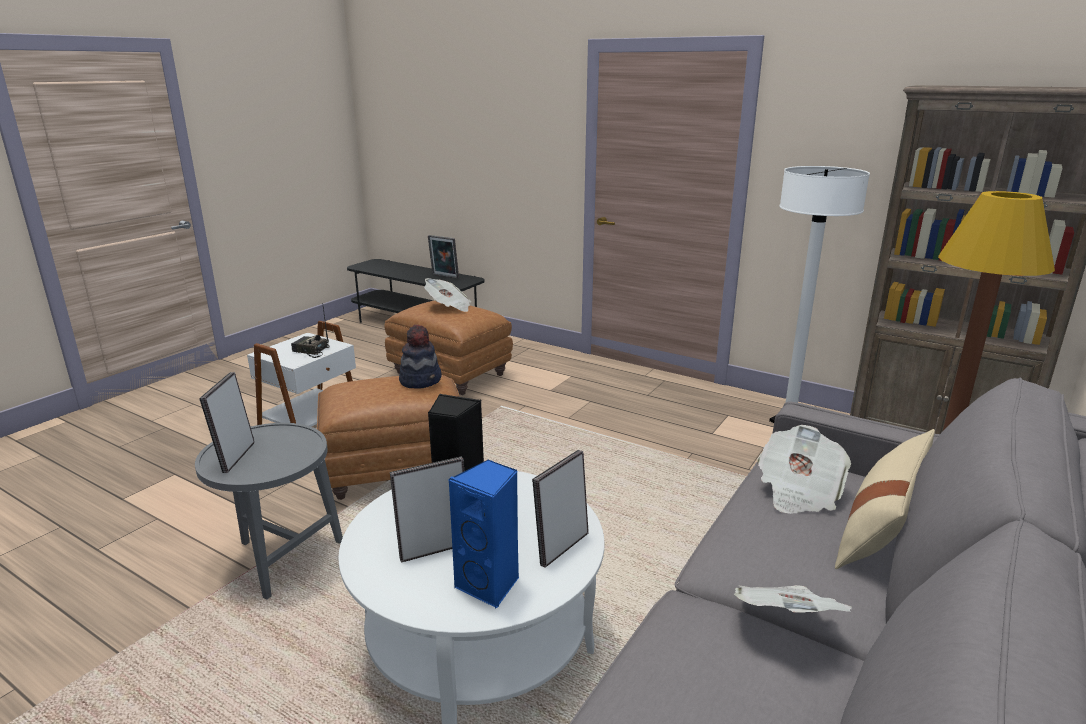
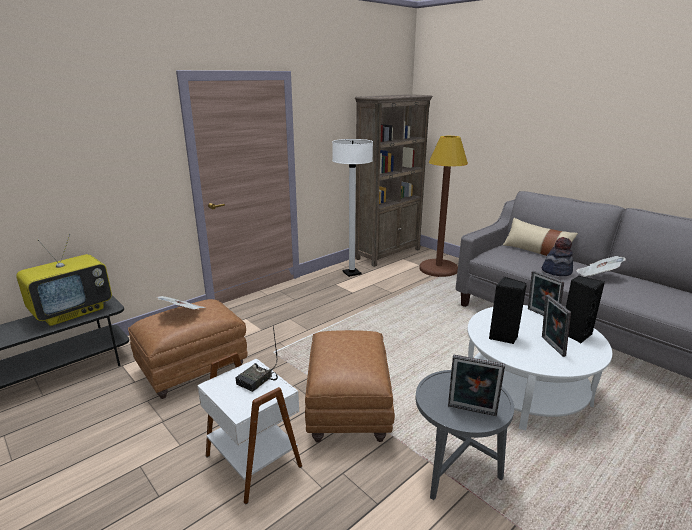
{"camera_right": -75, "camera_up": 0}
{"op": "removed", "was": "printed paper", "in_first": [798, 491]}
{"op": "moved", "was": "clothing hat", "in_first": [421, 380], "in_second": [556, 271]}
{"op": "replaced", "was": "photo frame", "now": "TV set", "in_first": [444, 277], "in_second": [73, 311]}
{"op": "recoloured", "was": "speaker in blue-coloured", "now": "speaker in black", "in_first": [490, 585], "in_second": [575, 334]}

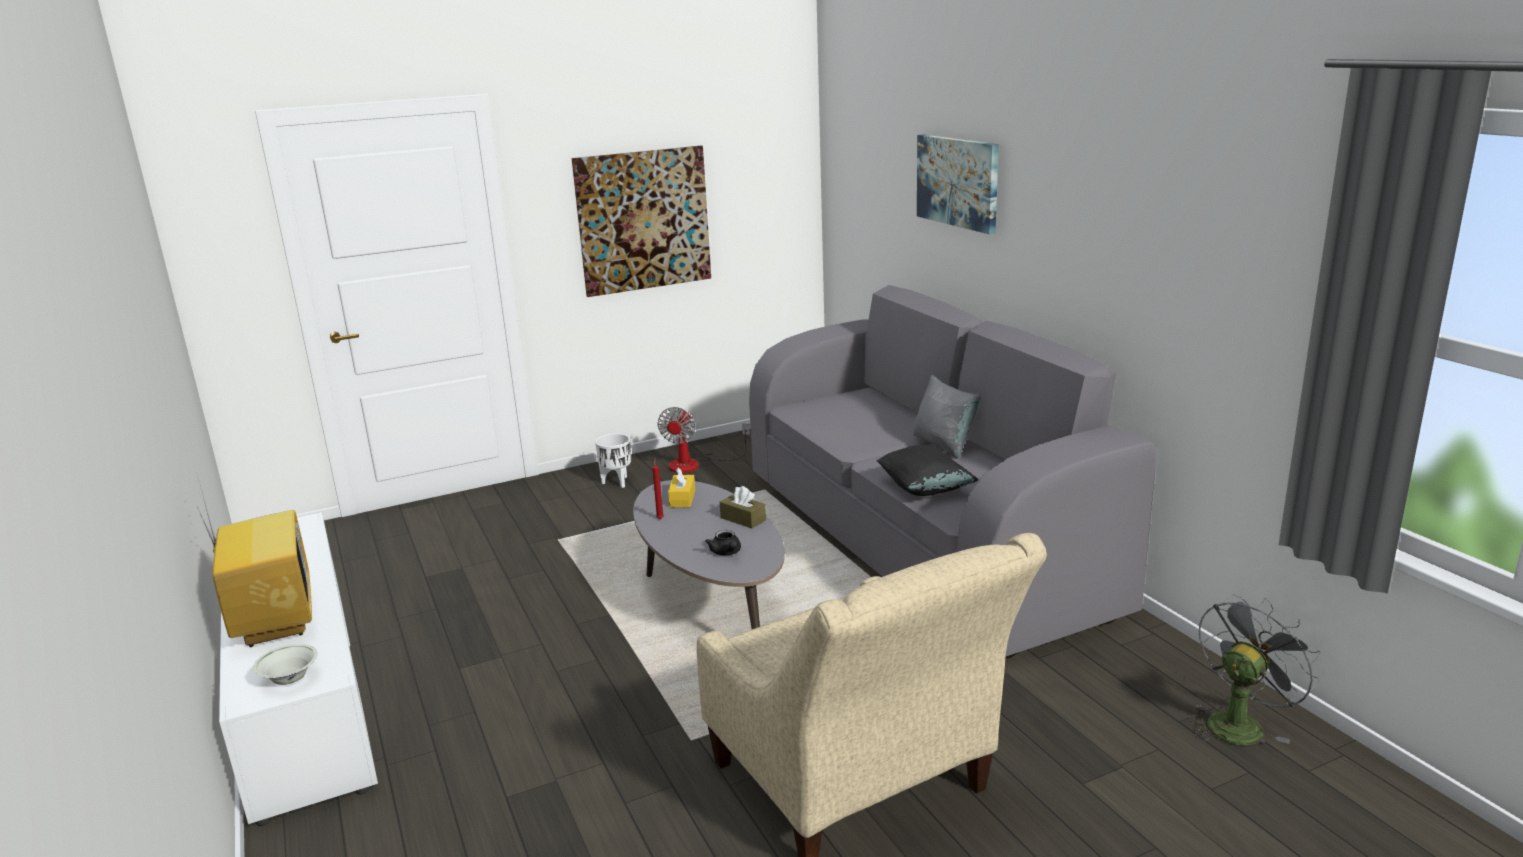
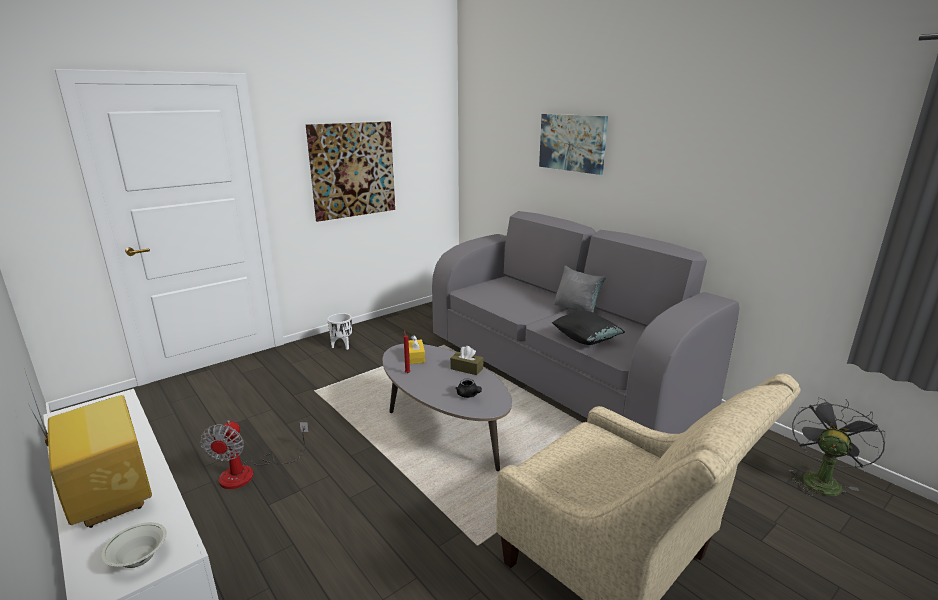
{"camera_right": -15, "camera_up": 0}
{"op": "moved", "was": "electric fan", "in_first": [695, 464], "in_second": [249, 472]}

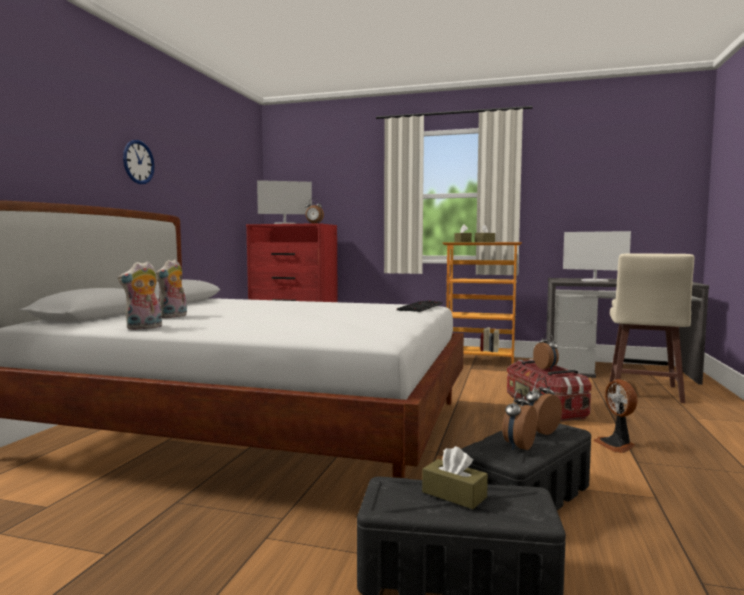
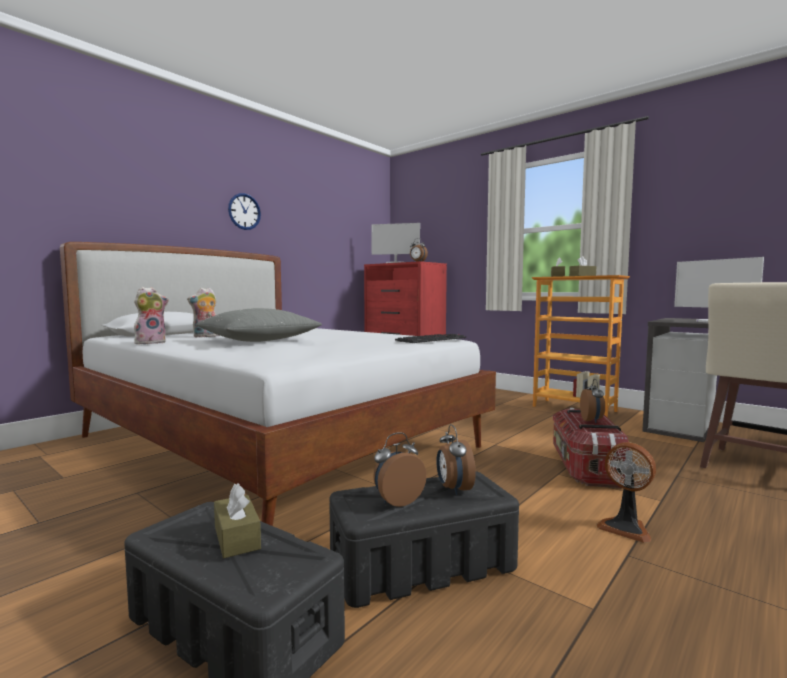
{"camera_right": 25, "camera_up": 0}
{"op": "added", "now": "cushion in greyish", "in_second": [258, 340]}
{"op": "turned", "was": "plush toy", "in_first": [144, 328], "in_second": [151, 343], "clockwise": 150}
{"op": "turned", "was": "bedside clock", "in_first": [540, 431], "in_second": [453, 489], "clockwise": -90}
{"op": "turned", "was": "electric fan", "in_first": [616, 445], "in_second": [626, 528], "clockwise": -60}

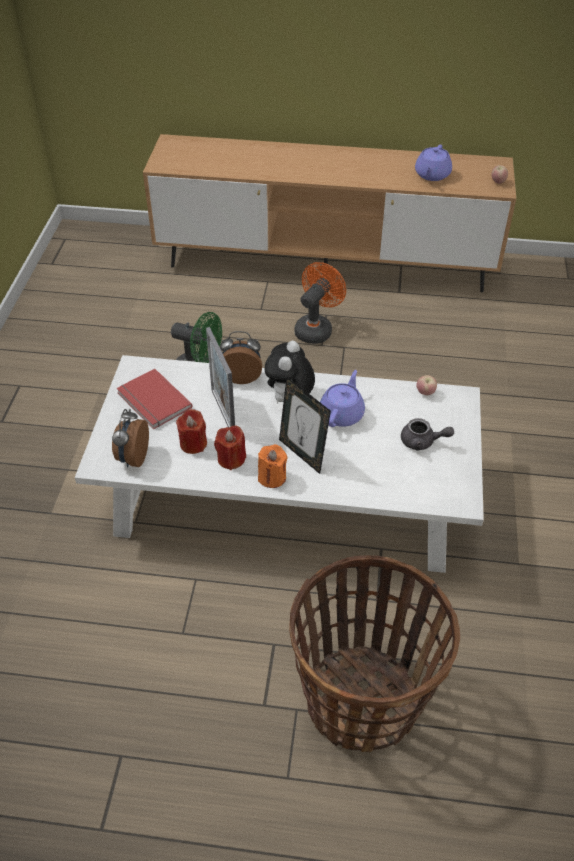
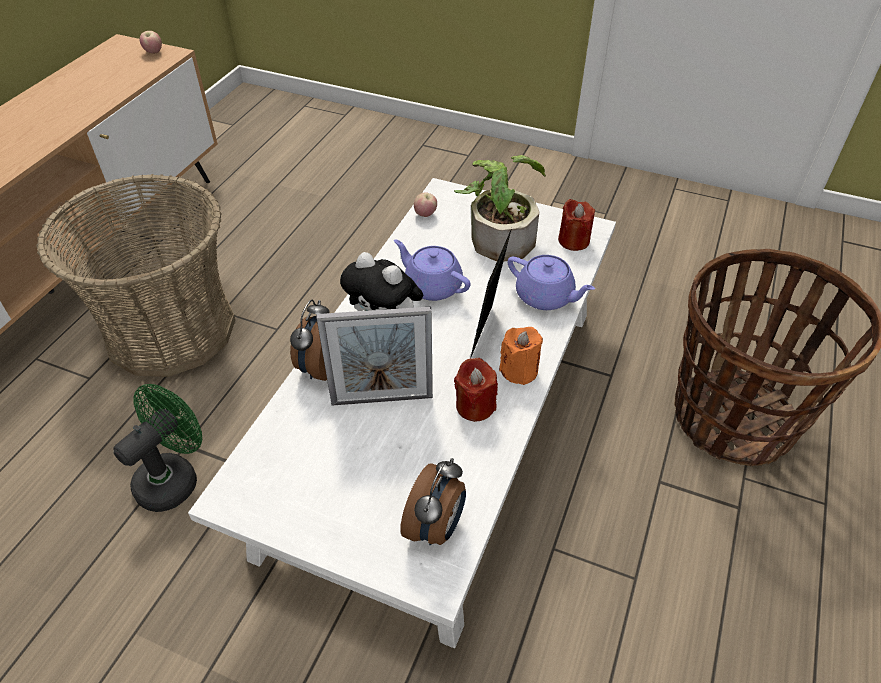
{"camera_right": -75, "camera_up": 0}
{"op": "removed", "was": "bound book in red-coloured", "in_first": [152, 402]}
{"op": "moved", "was": "wax light in red-coloured", "in_first": [193, 444], "in_second": [573, 240]}
{"op": "moved", "was": "teapot in purplish", "in_first": [432, 175], "in_second": [545, 297]}
{"op": "replaced", "was": "electric fan in orange", "now": "household basket", "in_first": [316, 328], "in_second": [170, 329]}
{"op": "replaced", "was": "teapot in greyish", "now": "potted plant", "in_first": [422, 442], "in_second": [499, 235]}
{"op": "turned", "was": "bedside clock", "in_first": [132, 458], "in_second": [436, 527], "clockwise": -90}
{"op": "turned", "was": "photo frame", "in_first": [303, 454], "in_second": [487, 334], "clockwise": 135}

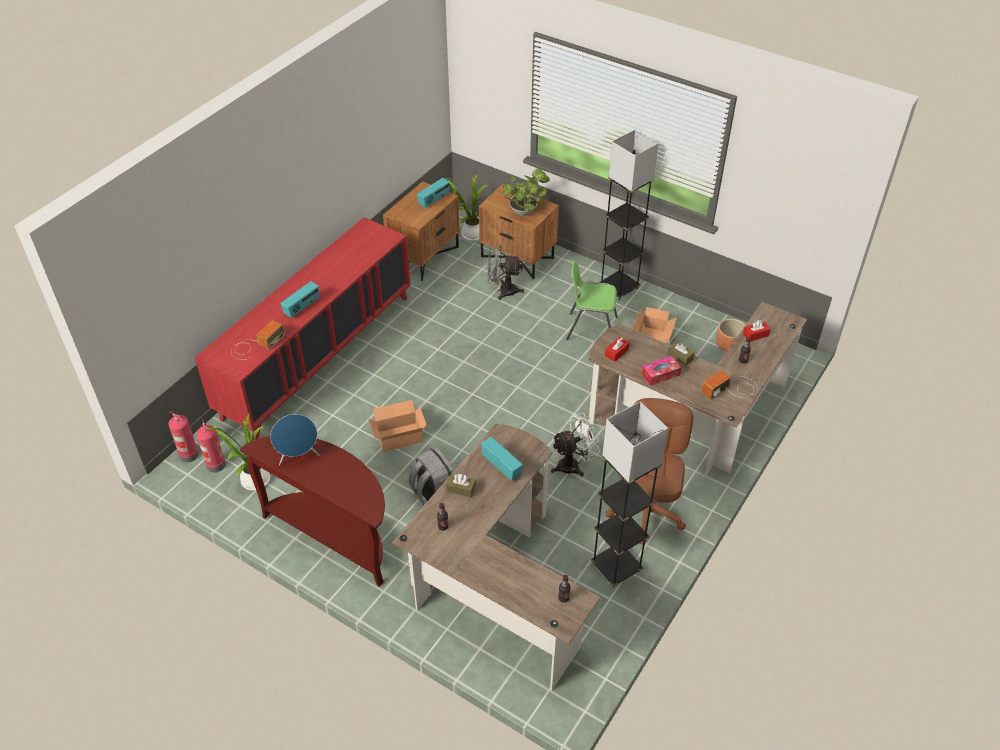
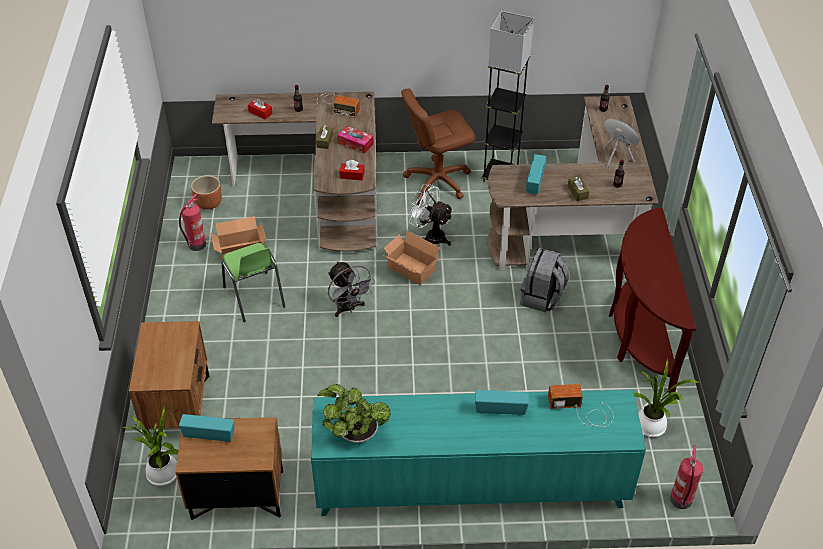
{"camera_right": -125, "camera_up": 0}
{"op": "removed", "was": "standard lamp in greyish", "in_first": [619, 288]}
{"op": "moved", "was": "extinguisher", "in_first": [215, 464], "in_second": [196, 245]}
{"op": "moved", "was": "speaker in blue-coloured", "in_first": [298, 457], "in_second": [616, 157]}
{"op": "moved", "was": "carton", "in_first": [398, 436], "in_second": [411, 270]}
{"op": "moved", "was": "electric fan in greyish", "in_first": [502, 291], "in_second": [348, 308]}
{"op": "moved", "was": "potted plant", "in_first": [524, 210], "in_second": [355, 433]}
{"op": "recoloured", "was": "cupboard in red-coloured", "now": "cupboard in turquoise-coloured", "in_first": [317, 356], "in_second": [471, 487]}

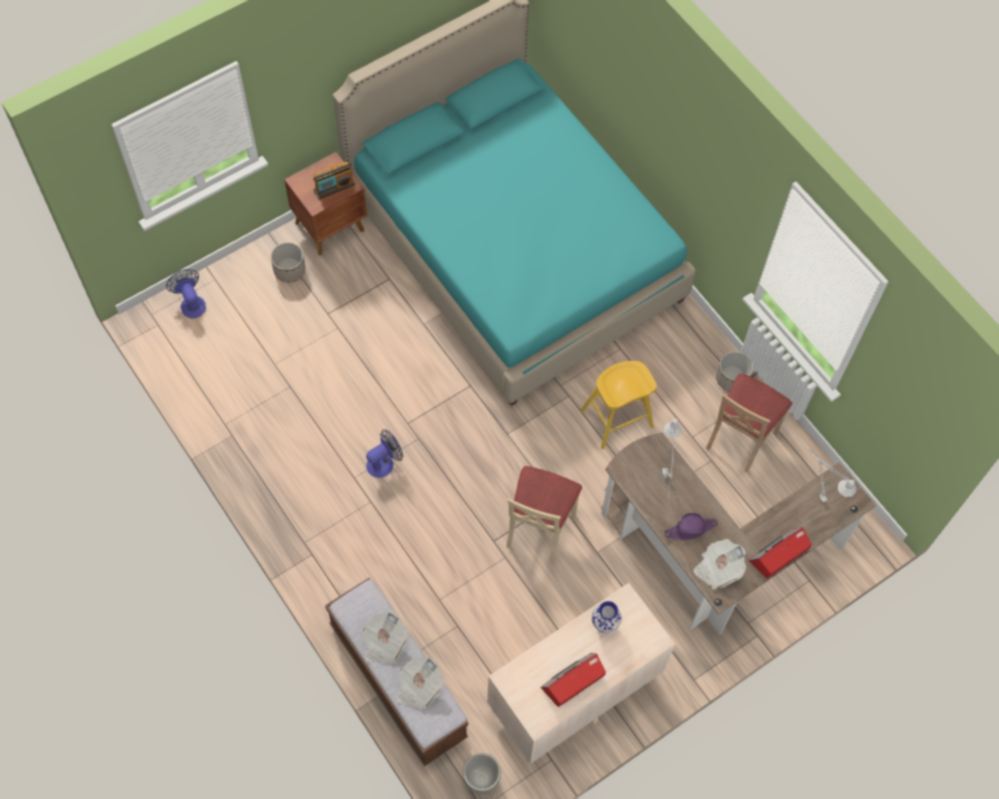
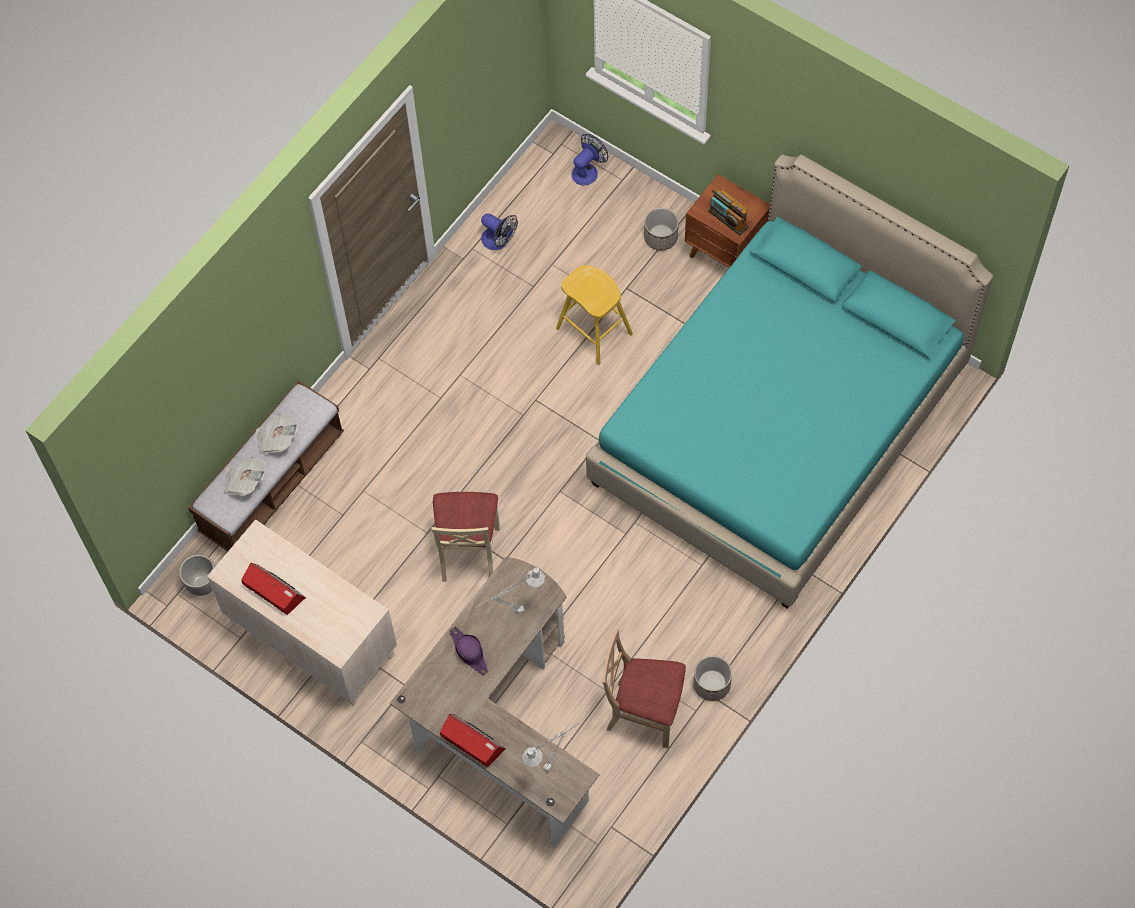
{"camera_right": 75, "camera_up": 0}
{"op": "removed", "was": "flower vase", "in_first": [604, 625]}
{"op": "removed", "was": "printed paper", "in_first": [717, 568]}
{"op": "moved", "was": "electric fan", "in_first": [384, 462], "in_second": [498, 241]}
{"op": "moved", "was": "stool seat in yellow", "in_first": [616, 419], "in_second": [594, 331]}
{"op": "turned", "was": "chair in beige", "in_first": [539, 528], "in_second": [468, 553], "clockwise": -90}

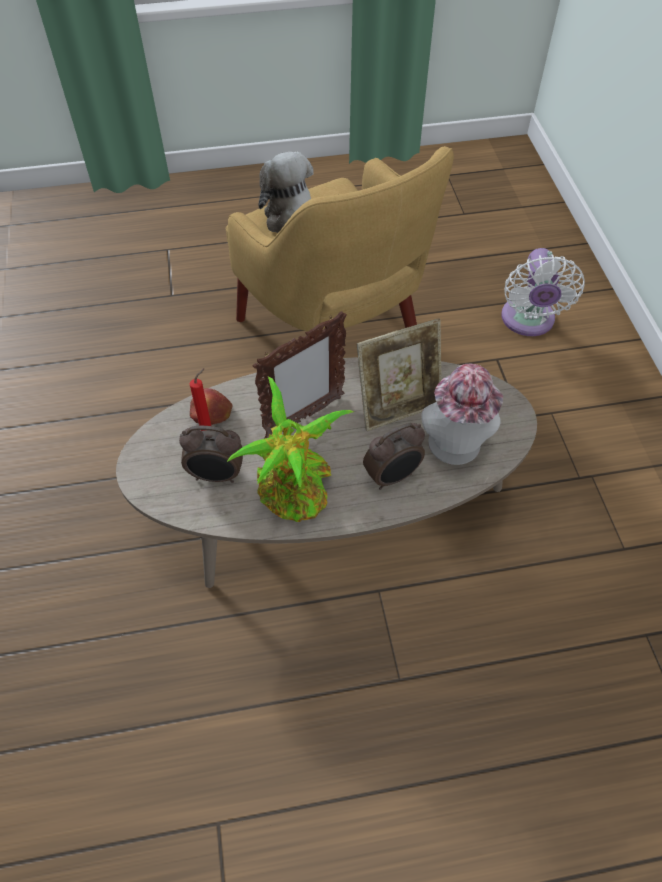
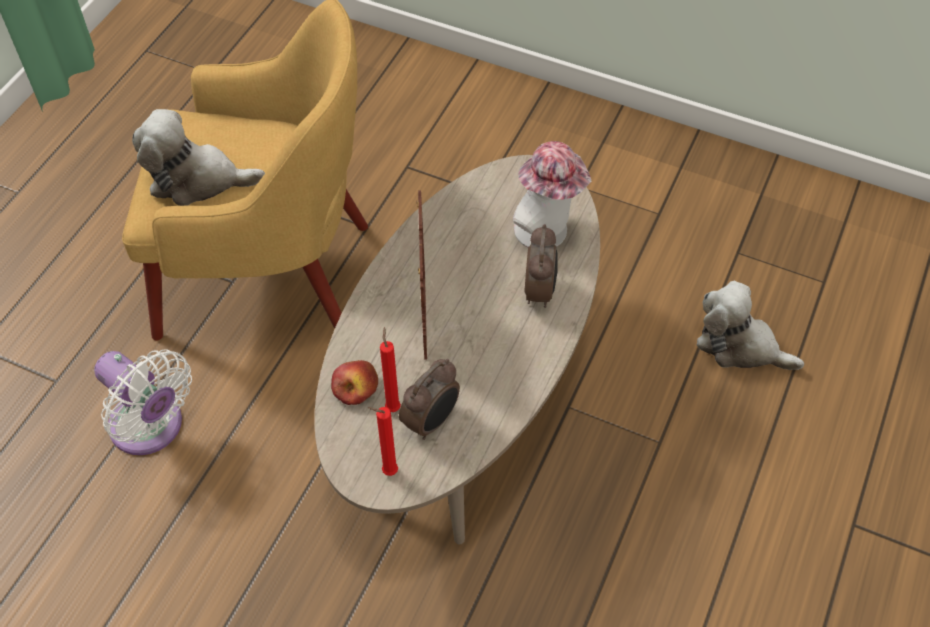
{"camera_right": -55, "camera_up": 0}
{"op": "removed", "was": "potted plant", "in_first": [295, 493]}
{"op": "removed", "was": "photo frame", "in_first": [398, 406]}
{"op": "added", "now": "wax light in red-coloured", "in_second": [387, 471]}
{"op": "added", "now": "plush toy", "in_second": [739, 345]}
{"op": "moved", "was": "electric fan in white", "in_first": [528, 321], "in_second": [151, 428]}

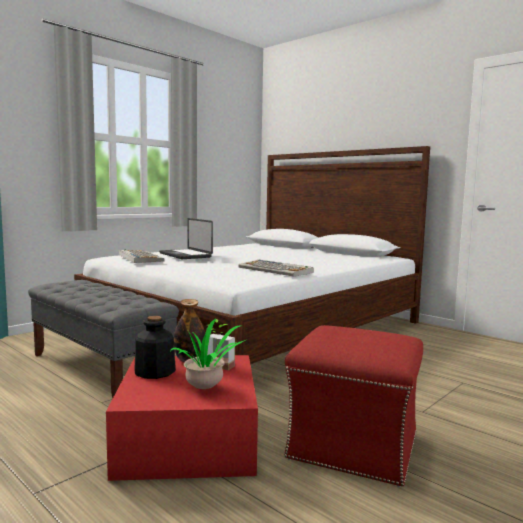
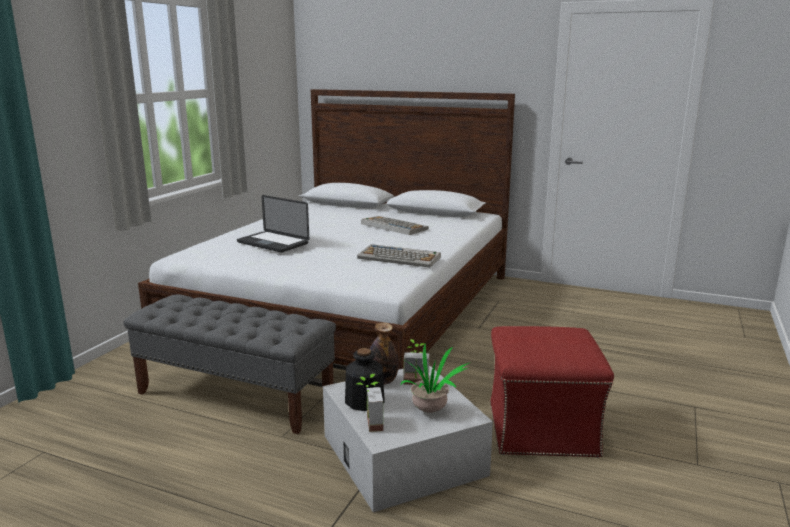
{"camera_right": -20, "camera_up": 10}
{"op": "added", "now": "potted plant", "in_second": [369, 424]}
{"op": "moved", "was": "keyboard", "in_first": [140, 257], "in_second": [393, 226]}
{"op": "recoloured", "was": "storage box in red-coloured", "now": "storage box in white", "in_first": [188, 438], "in_second": [403, 455]}

